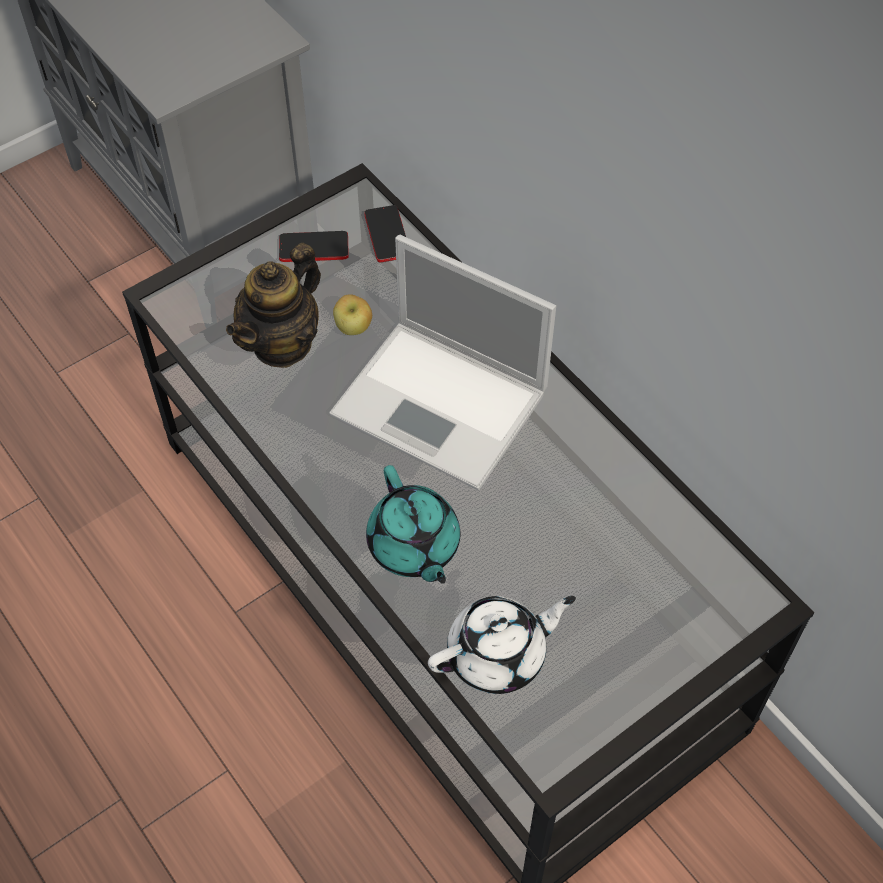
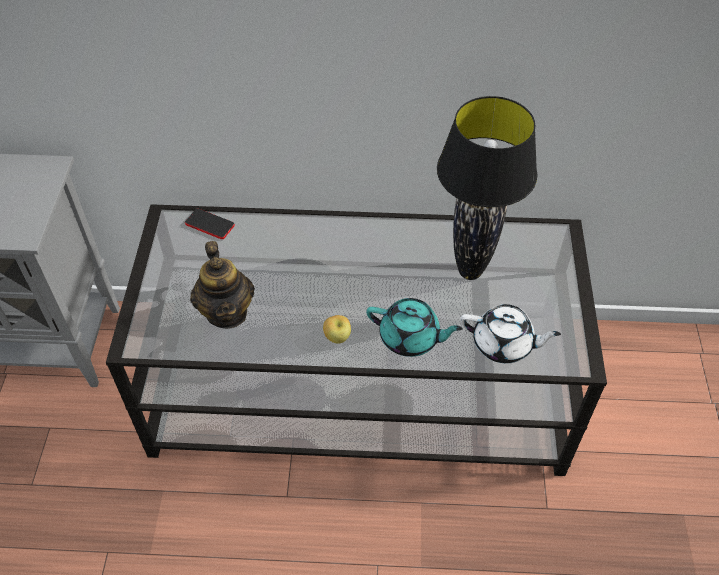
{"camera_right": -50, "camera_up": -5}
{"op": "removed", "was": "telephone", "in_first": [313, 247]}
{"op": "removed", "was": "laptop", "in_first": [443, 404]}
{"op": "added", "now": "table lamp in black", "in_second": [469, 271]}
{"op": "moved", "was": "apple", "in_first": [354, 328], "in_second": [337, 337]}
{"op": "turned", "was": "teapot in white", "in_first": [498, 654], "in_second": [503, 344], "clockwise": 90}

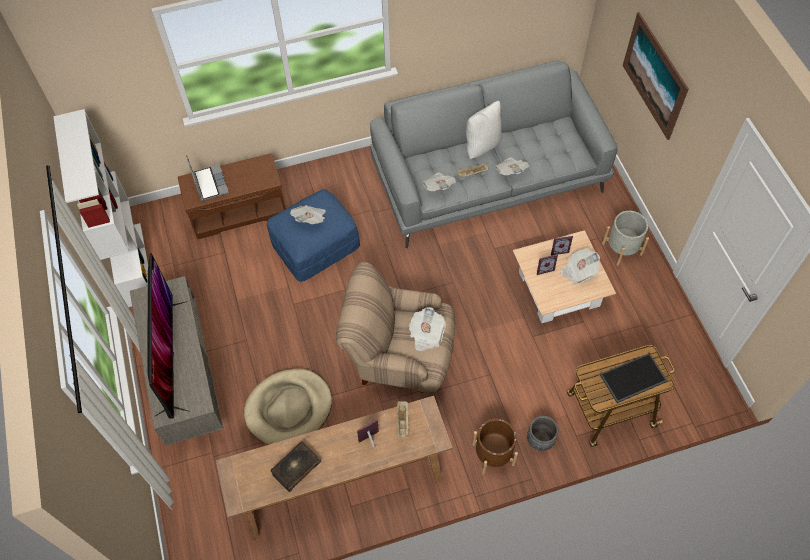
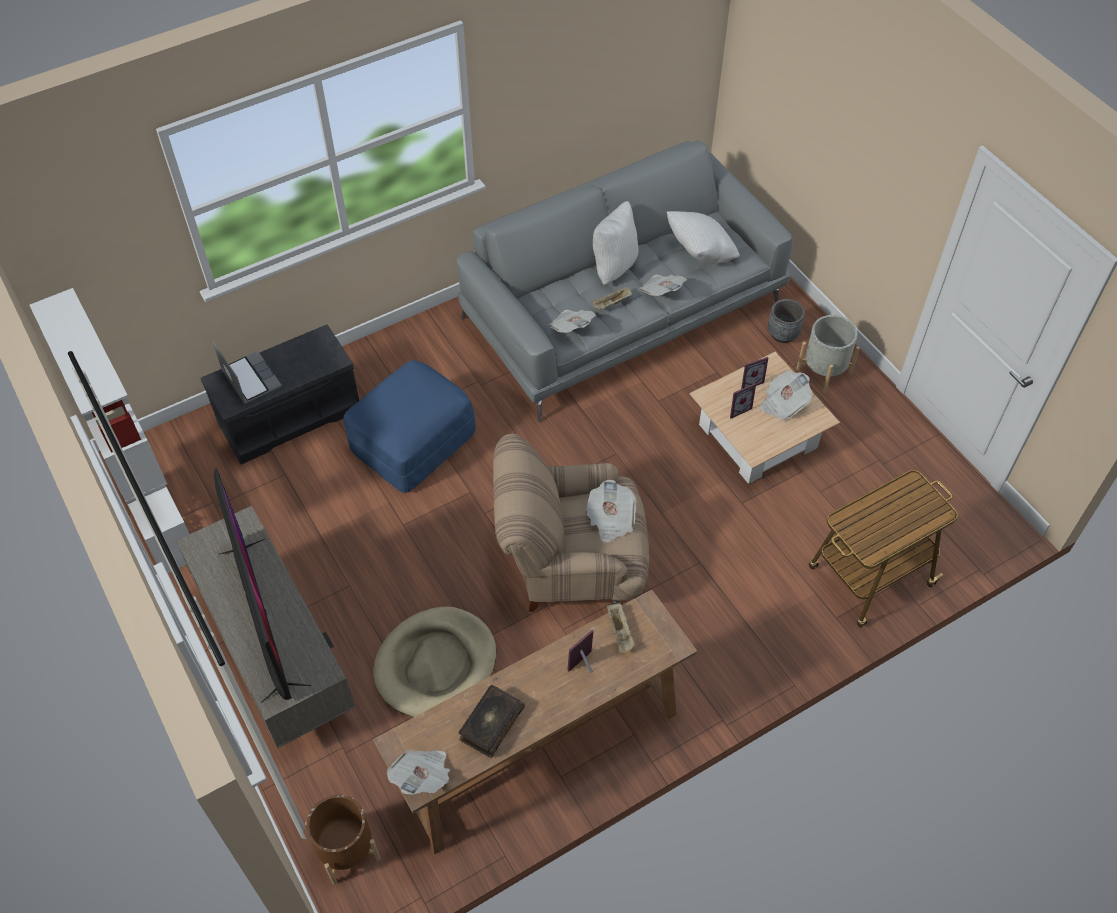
{"camera_right": -15, "camera_up": -5}
{"op": "removed", "was": "tray", "in_first": [633, 379]}
{"op": "removed", "was": "wall art", "in_first": [654, 76]}
{"op": "added", "now": "cushion in white", "in_second": [700, 253]}
{"op": "moved", "was": "printed paper", "in_first": [310, 219], "in_second": [422, 776]}
{"op": "moved", "was": "planter in brown-coloured", "in_first": [493, 454], "in_second": [346, 849]}
{"op": "moved", "was": "planter in greyish", "in_first": [540, 440], "in_second": [782, 334]}
{"op": "recoloured", "was": "bench in brown-coloured", "now": "bench in greyish", "in_first": [239, 210], "in_second": [290, 415]}

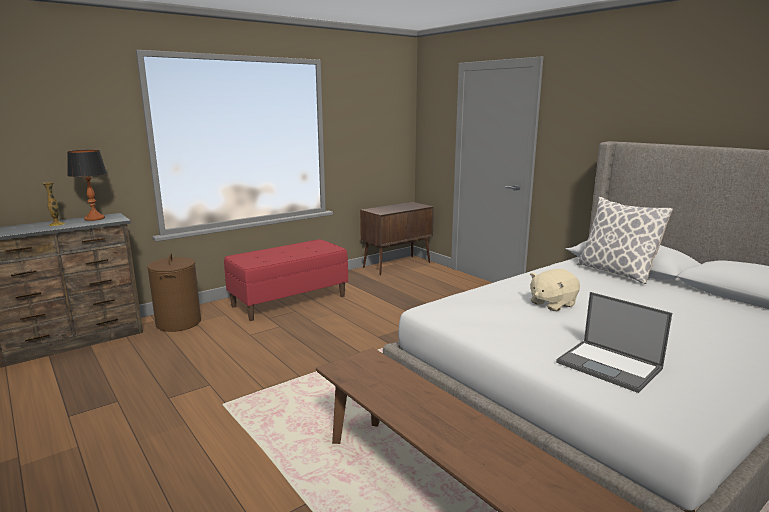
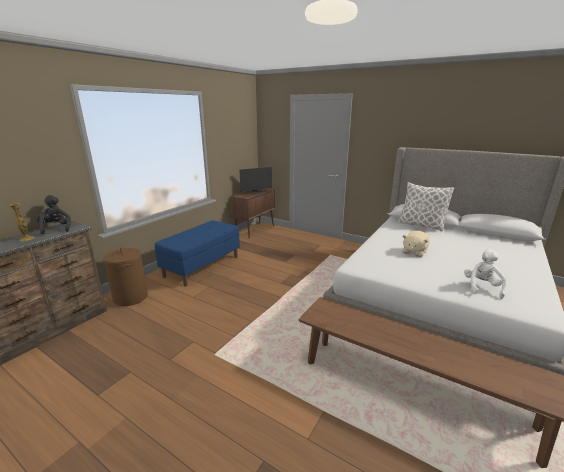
{"camera_right": -20, "camera_up": 5}
{"op": "added", "now": "computer screen", "in_second": [256, 192]}
{"op": "replaced", "was": "table lamp", "now": "plush toy in black", "in_first": [95, 218], "in_second": [56, 229]}
{"op": "replaced", "was": "laptop", "now": "plush toy in white", "in_first": [610, 366], "in_second": [482, 287]}
{"op": "recoloured", "was": "bench in red-coloured", "now": "bench in blue-coloured", "in_first": [289, 301], "in_second": [202, 266]}

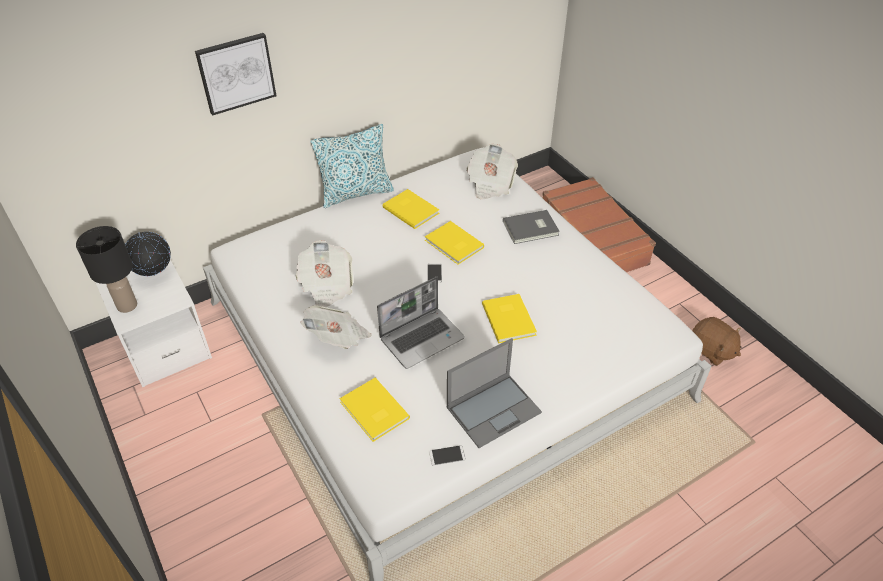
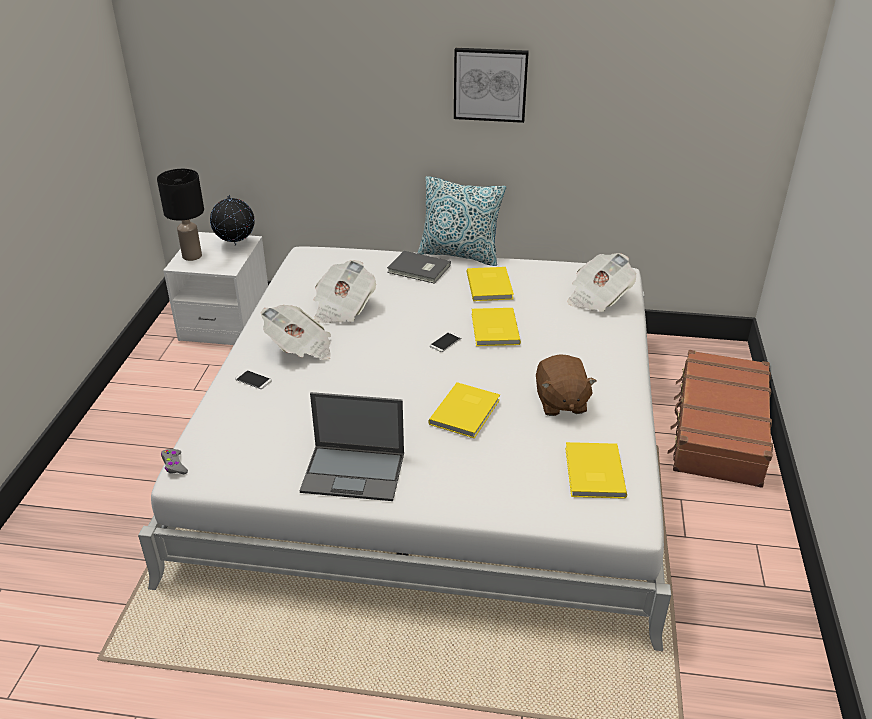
{"camera_right": 40, "camera_up": -10}
{"op": "removed", "was": "laptop", "in_first": [422, 338]}
{"op": "added", "now": "gamepad in greyish", "in_second": [174, 465]}
{"op": "moved", "was": "wall art", "in_first": [236, 73], "in_second": [490, 84]}
{"op": "moved", "was": "bound book in yellow", "in_first": [373, 412], "in_second": [592, 473]}
{"op": "moved", "was": "telephone", "in_first": [447, 455], "in_second": [253, 380]}
{"op": "moved", "was": "bound book in greyish", "in_first": [531, 229], "in_second": [419, 270]}
{"op": "moved", "was": "plush toy in brown-coloured", "in_first": [711, 351], "in_second": [560, 402]}

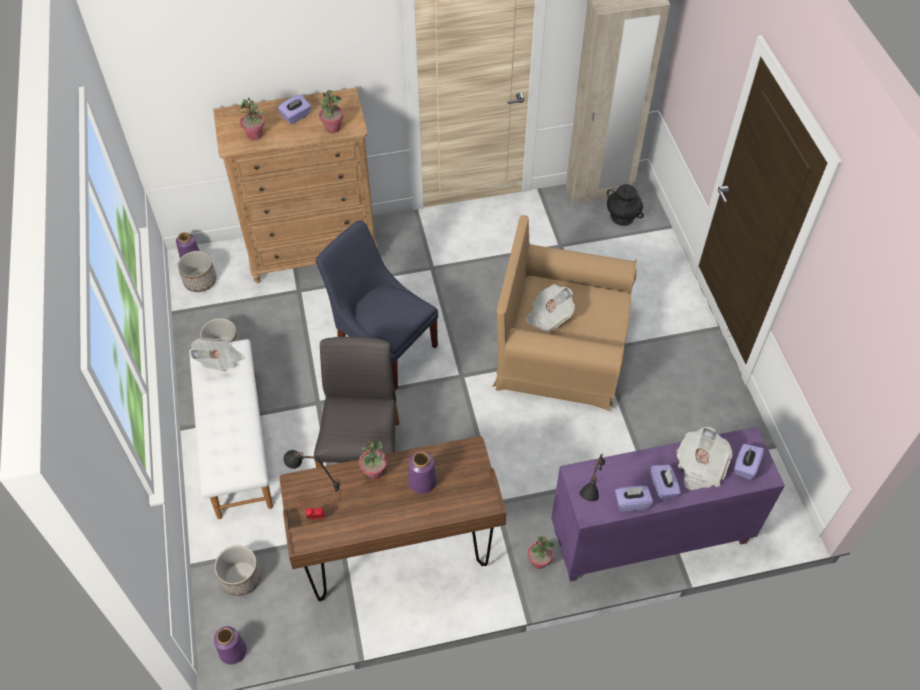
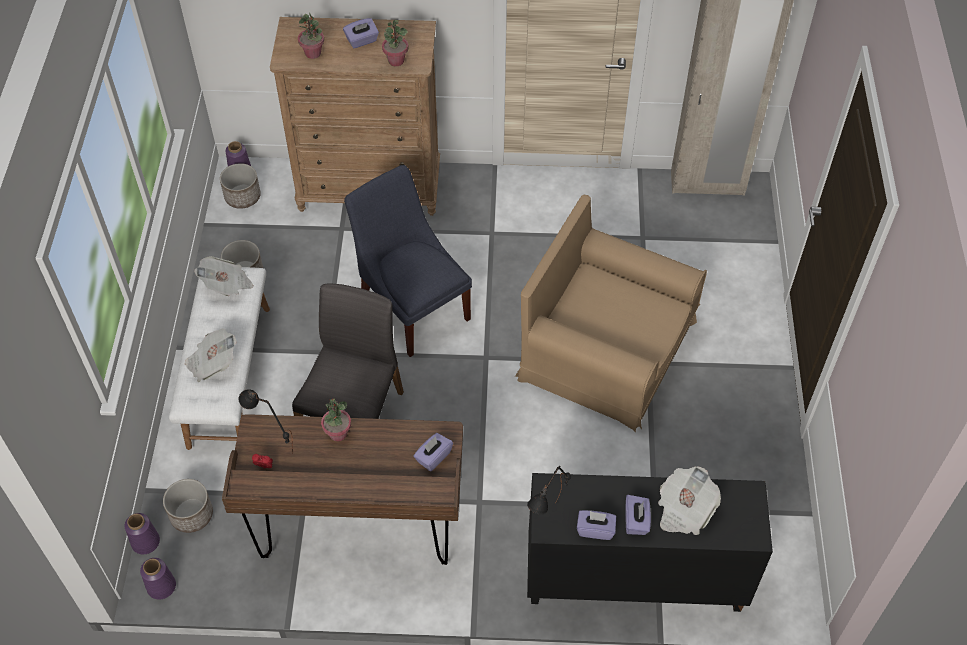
{"camera_right": 15, "camera_up": 0}
{"op": "removed", "was": "potted plant", "in_first": [538, 561]}
{"op": "removed", "was": "flower vase in black", "in_first": [622, 217]}
{"op": "moved", "was": "flower vase in purplish", "in_first": [423, 481], "in_second": [146, 542]}
{"op": "moved", "was": "printed paper", "in_first": [548, 316], "in_second": [212, 363]}
{"op": "moved", "was": "tissue box in purplish", "in_first": [745, 466], "in_second": [433, 457]}
{"op": "recoloured", "was": "cupboard in purplish", "now": "cupboard in black", "in_first": [649, 538], "in_second": [633, 579]}

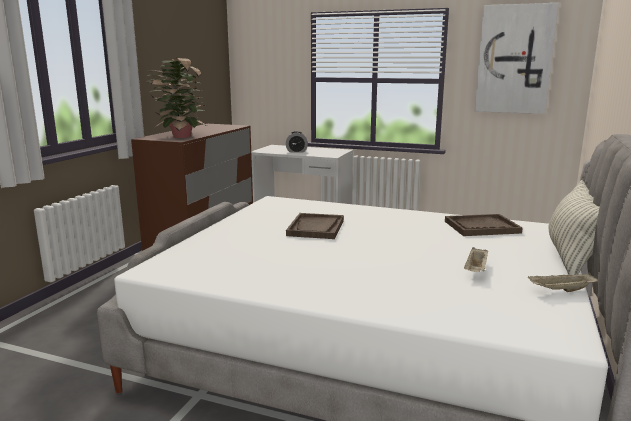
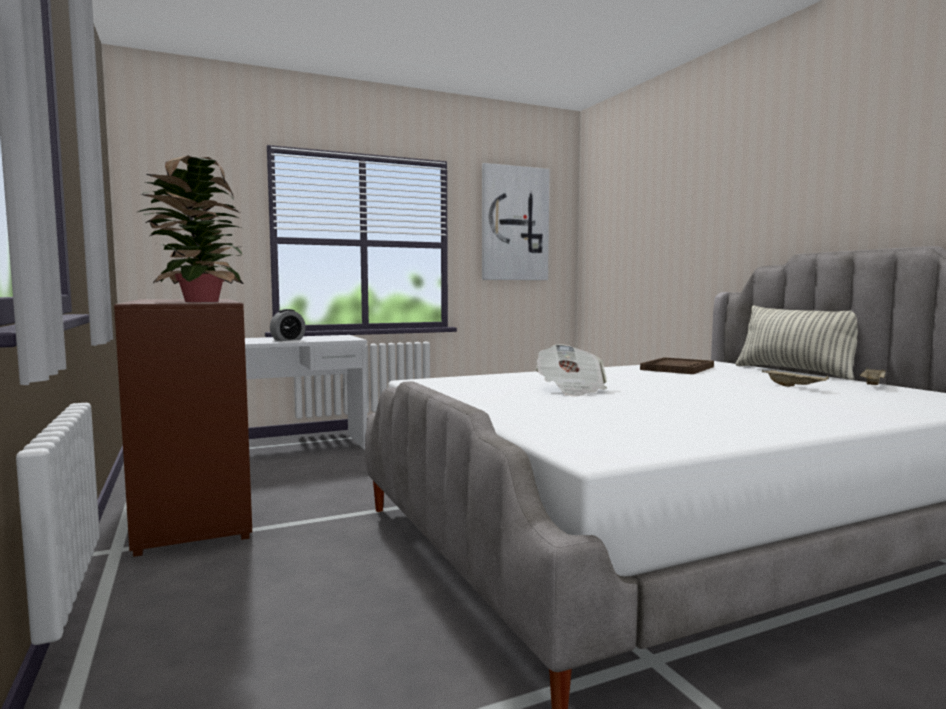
{"camera_right": -45, "camera_up": -10}
{"op": "replaced", "was": "tray in brown-coloured", "now": "printed paper", "in_first": [316, 228], "in_second": [571, 390]}

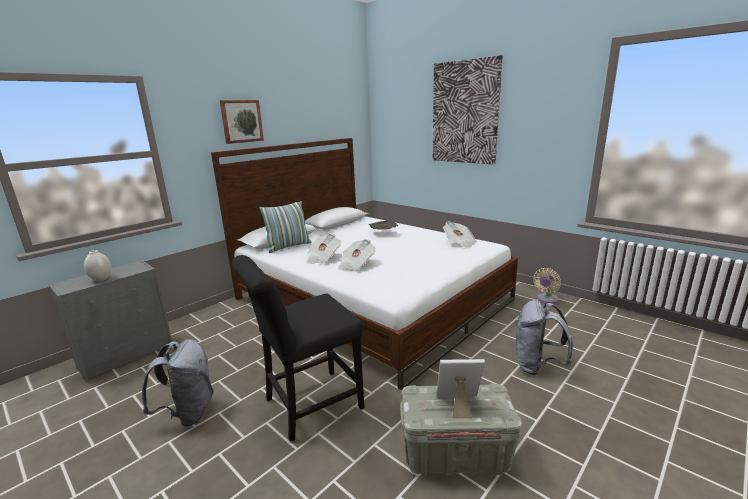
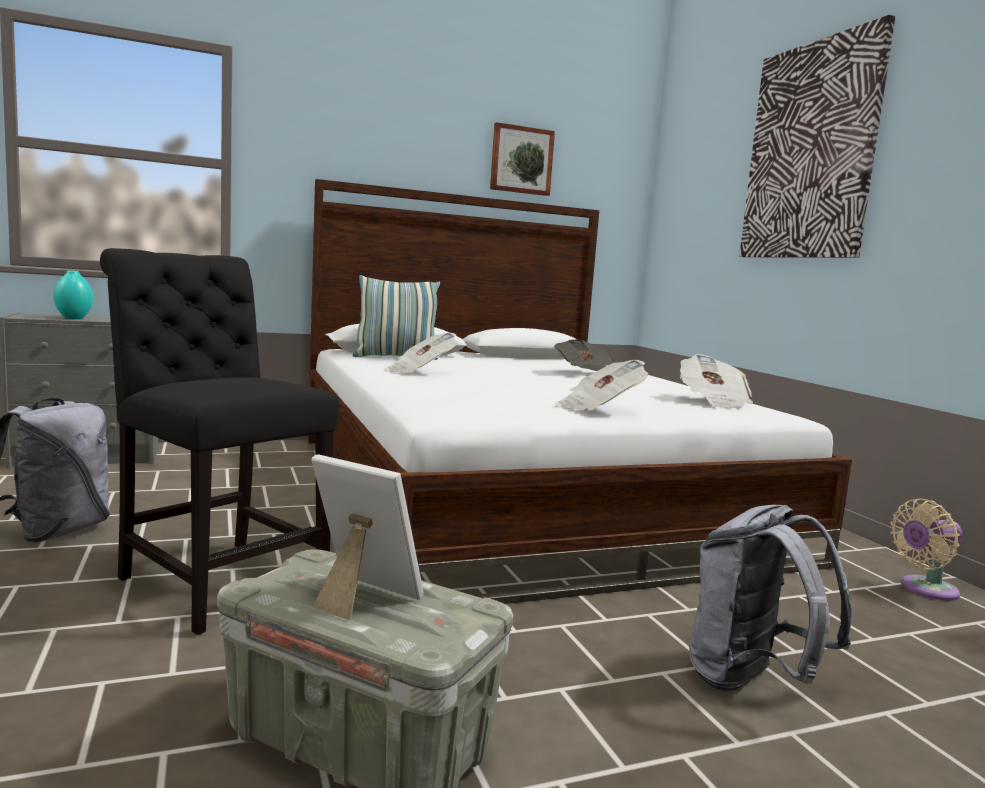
{"camera_right": 25, "camera_up": -10}
{"op": "moved", "was": "wall art", "in_first": [241, 121], "in_second": [521, 160]}
{"op": "moved", "was": "printed paper", "in_first": [356, 265], "in_second": [598, 408]}
{"op": "recoloured", "was": "flower vase in white", "now": "flower vase in turquoise-coloured", "in_first": [101, 279], "in_second": [74, 318]}
{"op": "turned", "was": "chair in black", "in_first": [308, 405], "in_second": [217, 580], "clockwise": 45}

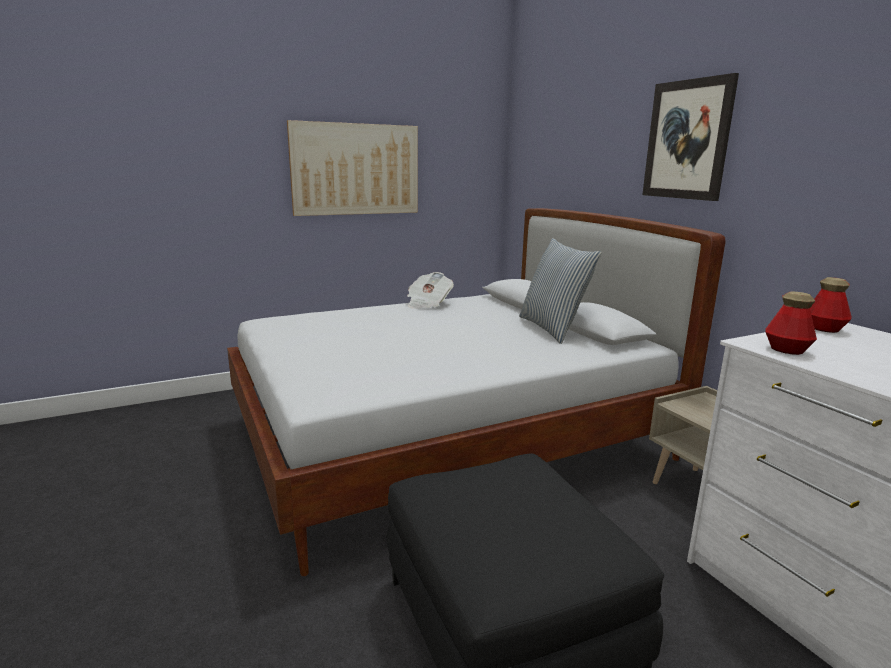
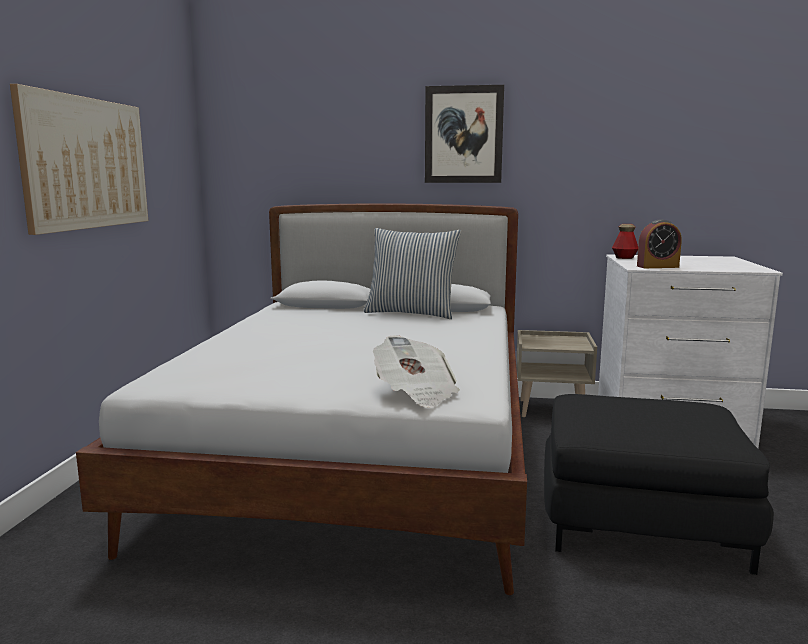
{"camera_right": -55, "camera_up": -5}
{"op": "moved", "was": "printed paper", "in_first": [428, 303], "in_second": [415, 393]}
{"op": "replaced", "was": "bottle", "now": "bedside clock", "in_first": [786, 350], "in_second": [657, 267]}

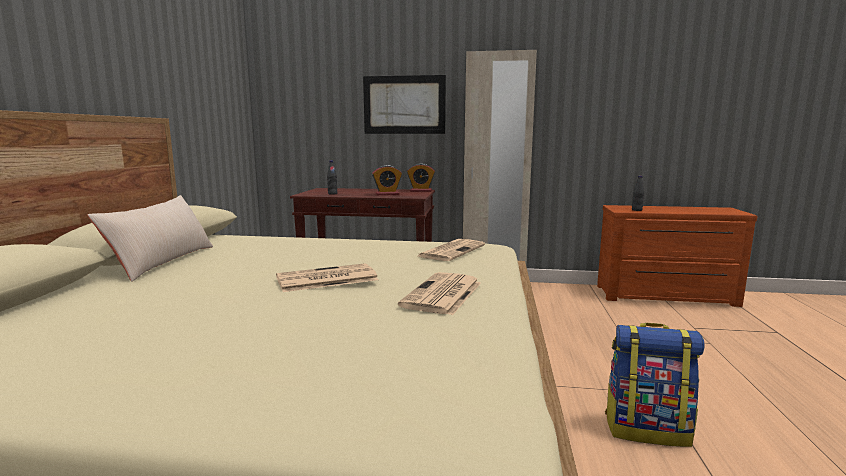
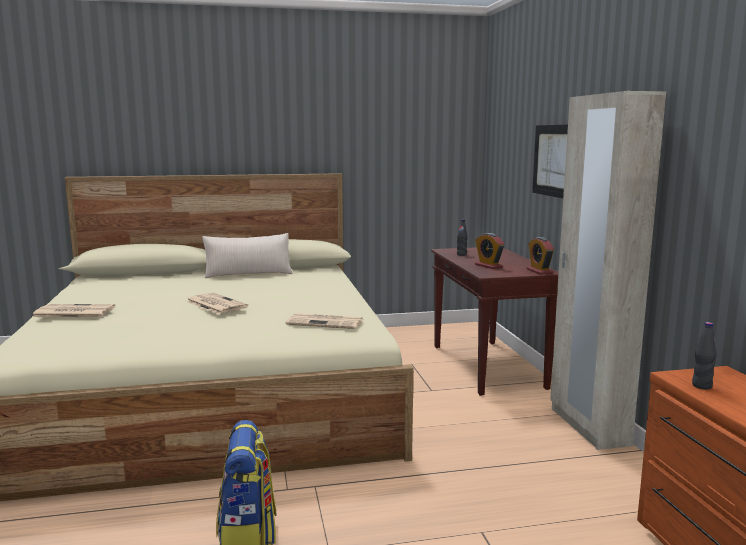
{"camera_right": 70, "camera_up": 0}
{"op": "moved", "was": "printed paper", "in_first": [442, 295], "in_second": [73, 312]}

